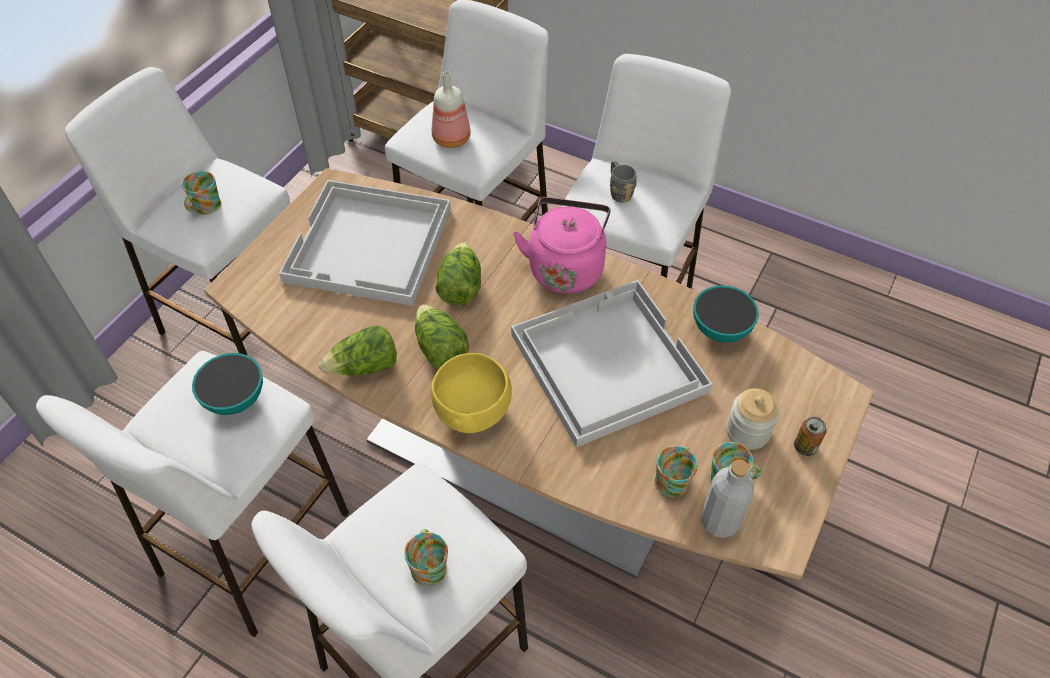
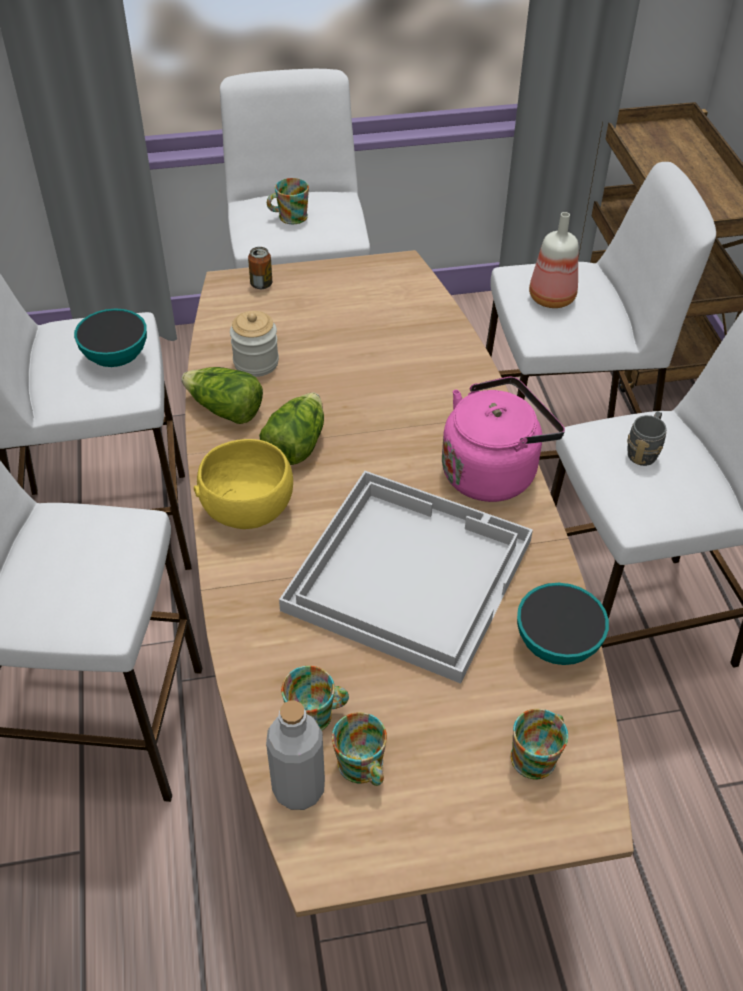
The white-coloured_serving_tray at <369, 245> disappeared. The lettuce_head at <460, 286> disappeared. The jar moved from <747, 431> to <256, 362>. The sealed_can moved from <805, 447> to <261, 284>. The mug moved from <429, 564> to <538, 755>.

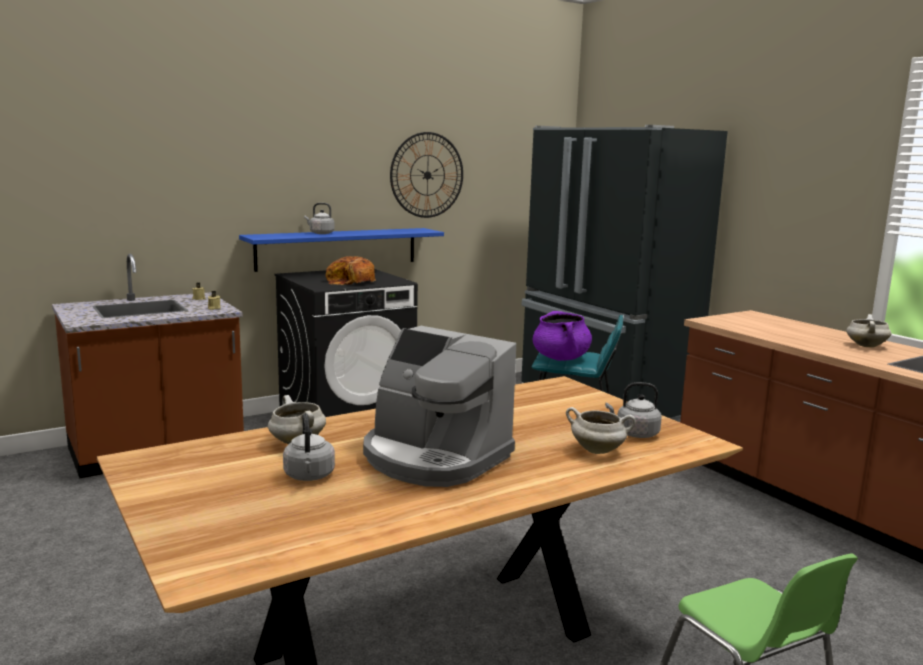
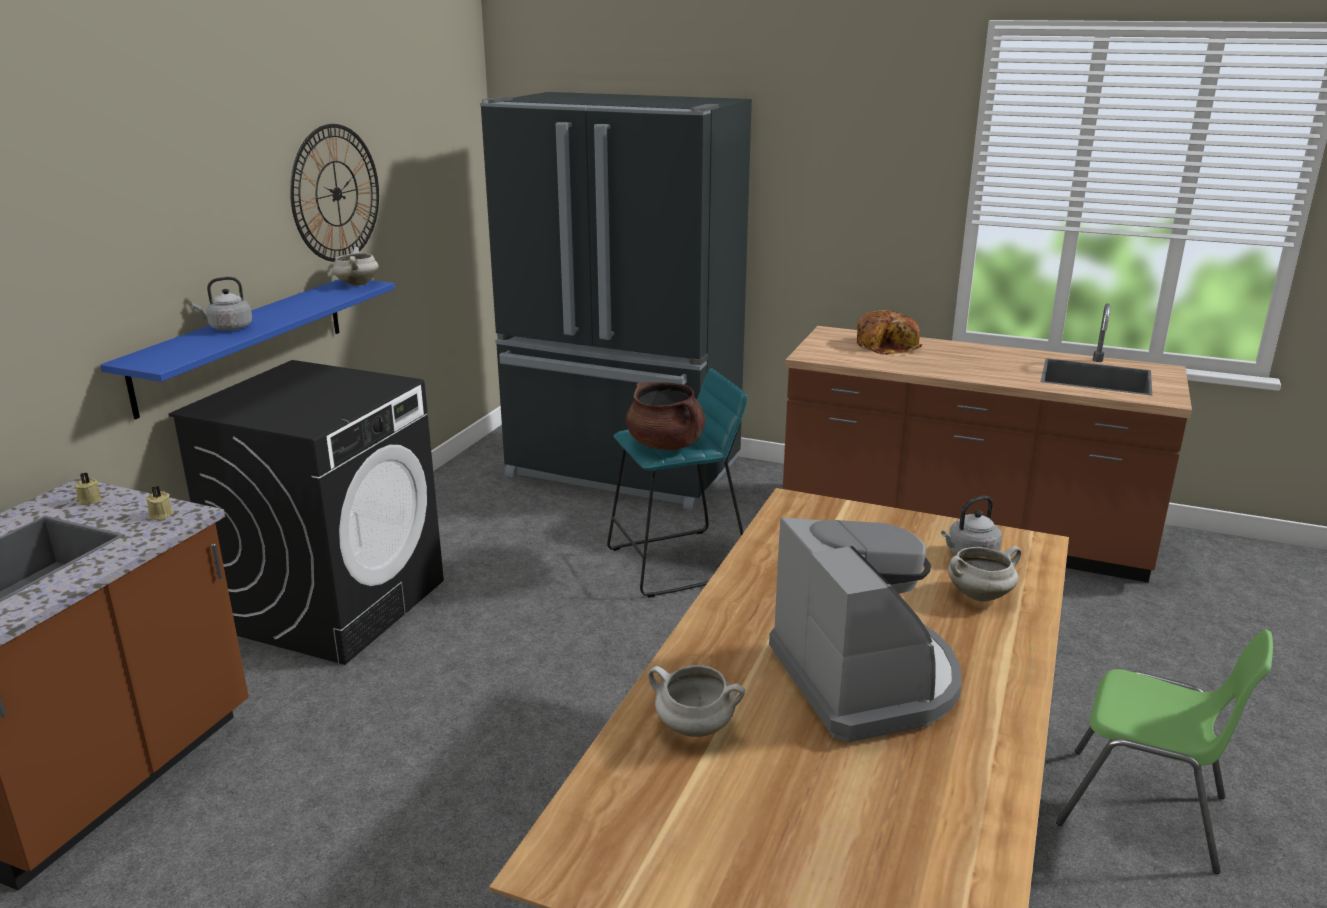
The bread moved from <351, 282> to <888, 345>. The purple_saucepot at <561, 358> became the brown_saucepot at <666, 445>. The white-coloured_saucepot moved from <865, 346> to <357, 284>. The coffee_machine at <434, 457> turned 105 degrees counterclockwise. The grey_tea_kettle at <309, 476> disappeared.

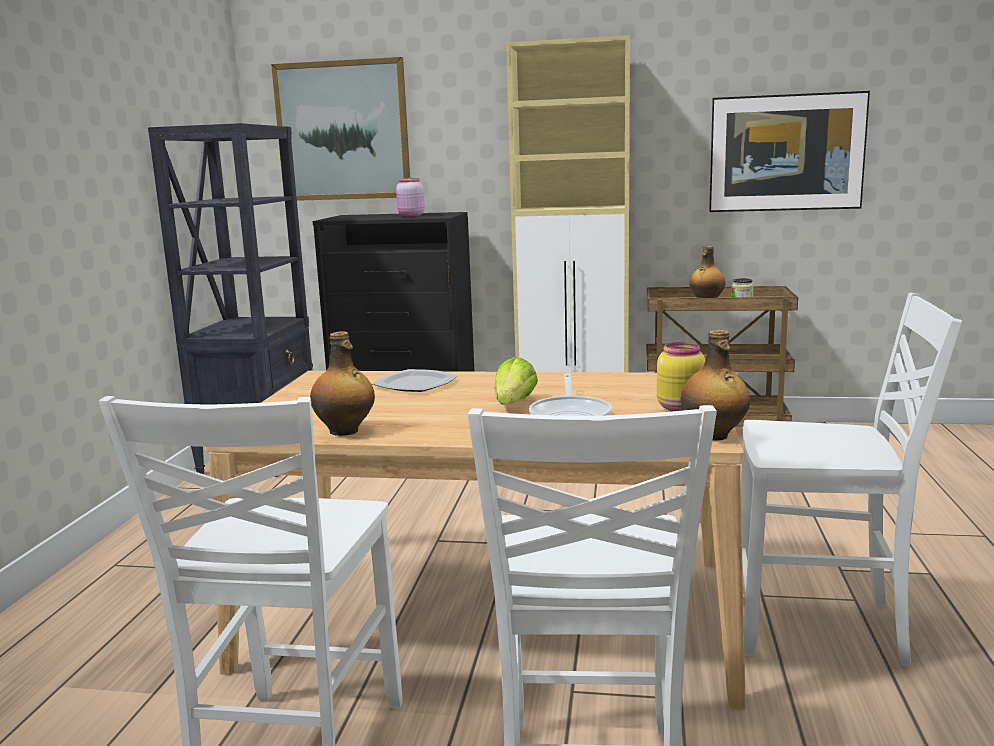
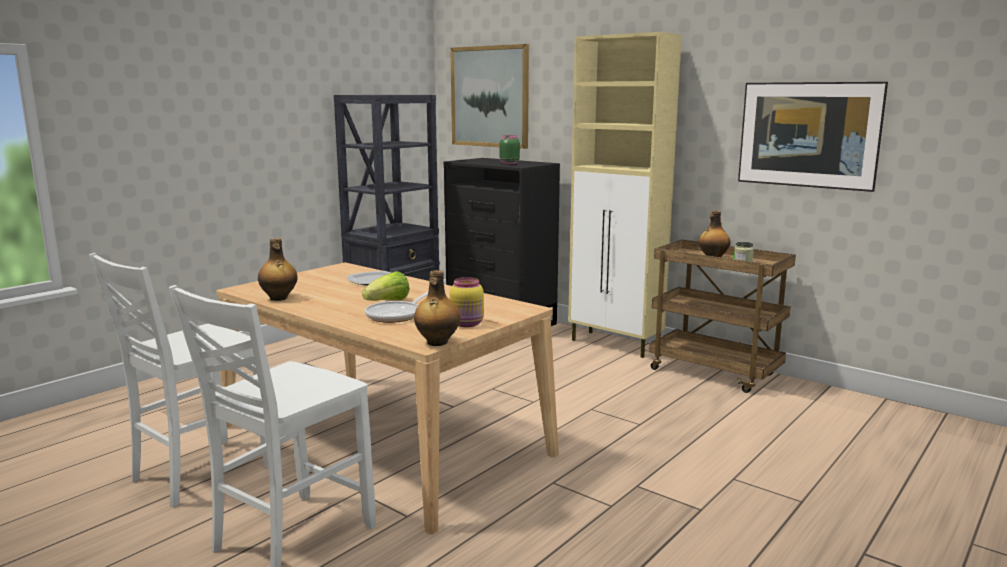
The pink_jar at <410, 216> became the green-coloured_jar at <508, 163>. The white-coloured_plain_chair at <820, 627> disappeared.

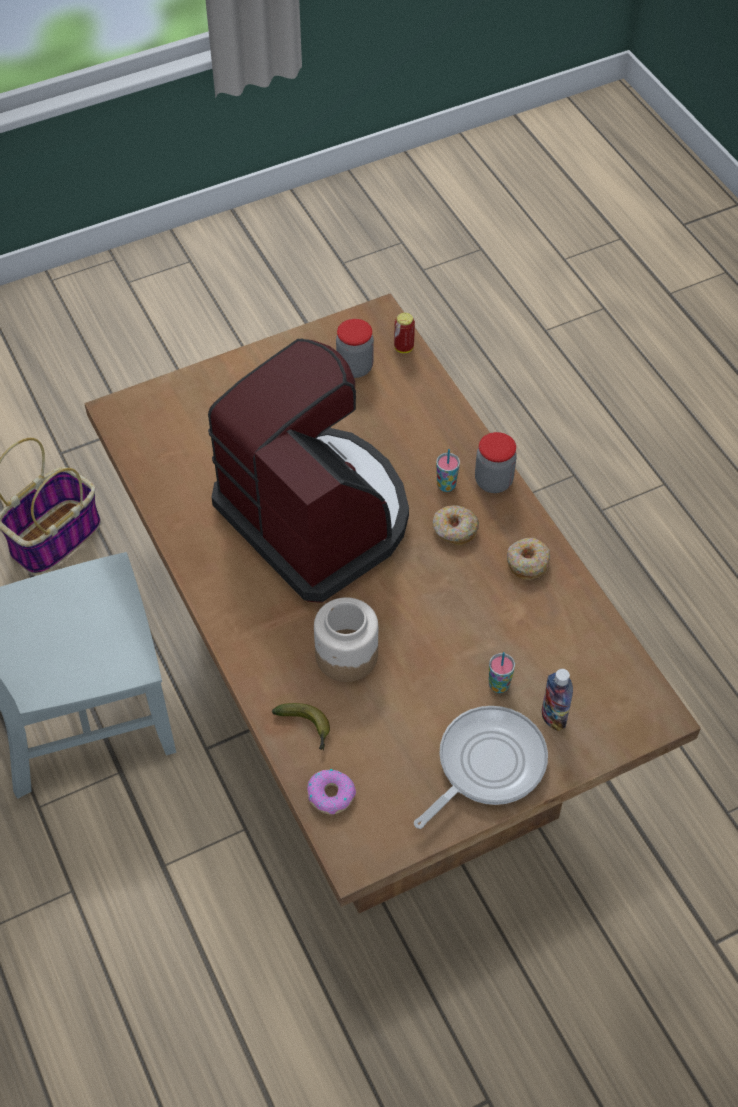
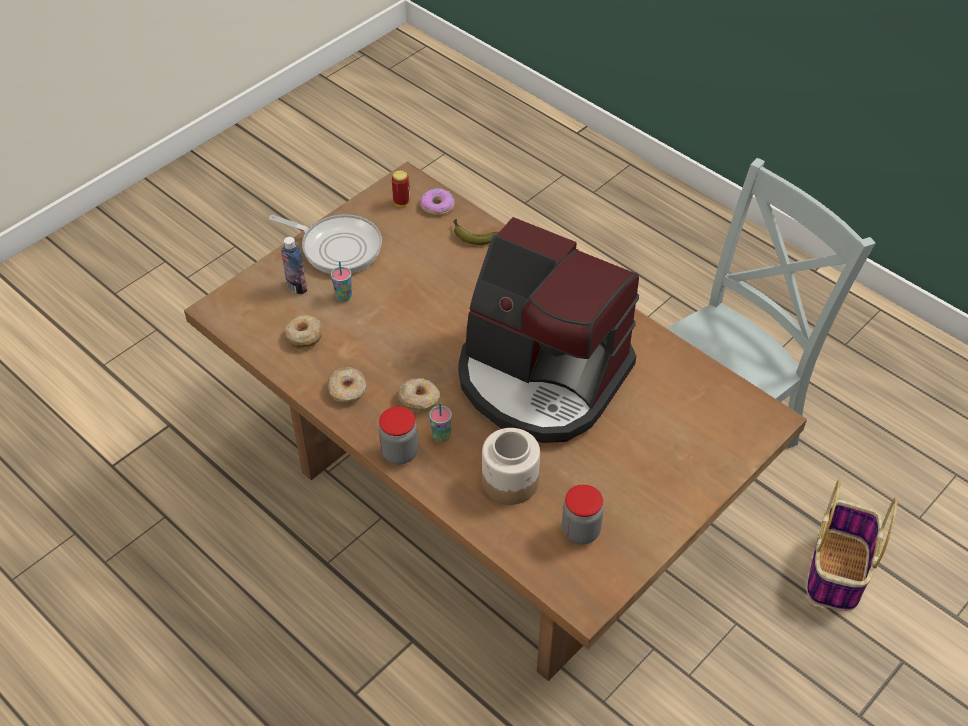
The sealed_can moved from <403, 348> to <401, 202>. The jar moved from <346, 655> to <511, 482>. The frying_pan at <486, 765> turned 90 degrees counterclockwise. The donut at <304, 336> appeared.

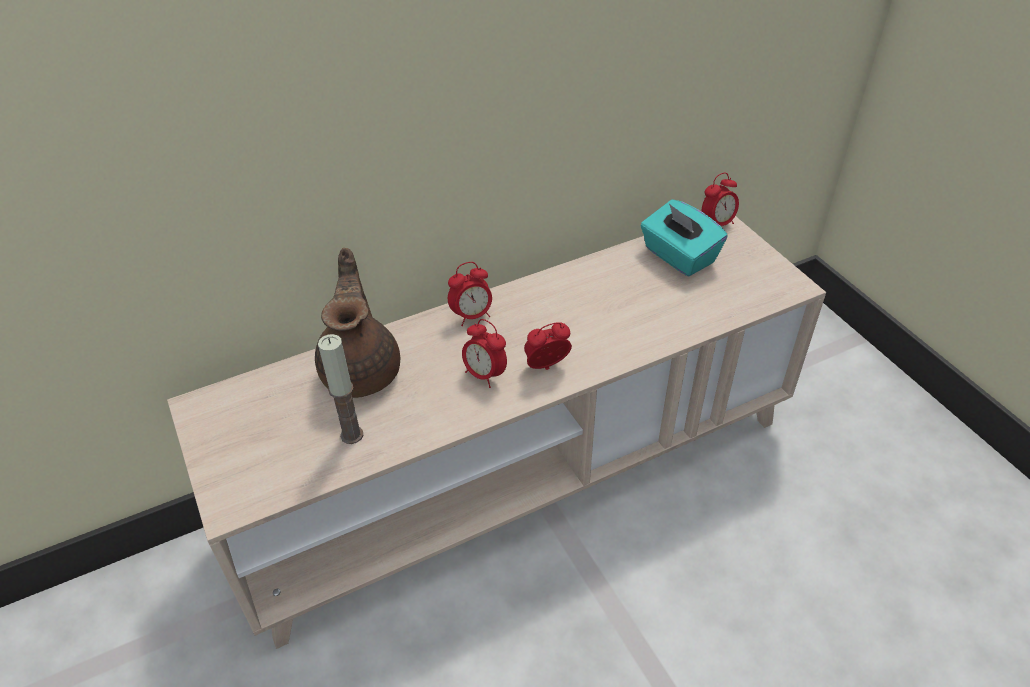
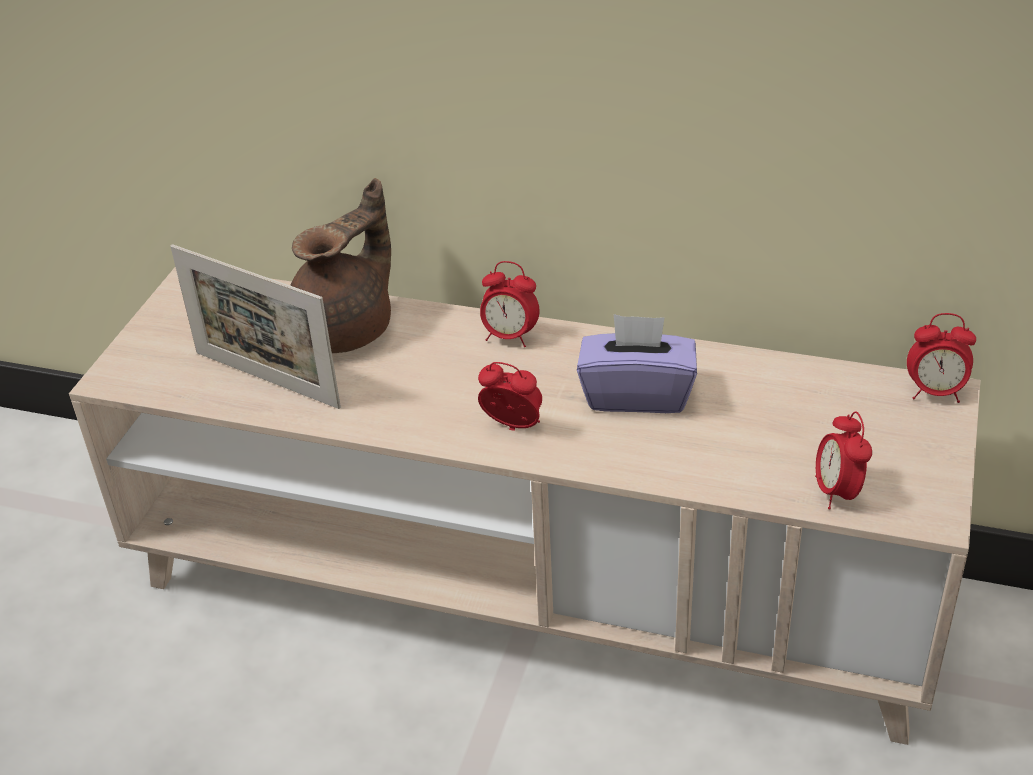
The turquoise_tissue_box at <678, 256> disappeared. The table_clock moved from <485, 374> to <837, 492>. The candle at <351, 435> was replaced by the photo_frame at <266, 379>. The purple_tissue_box at <637, 394> appeared.

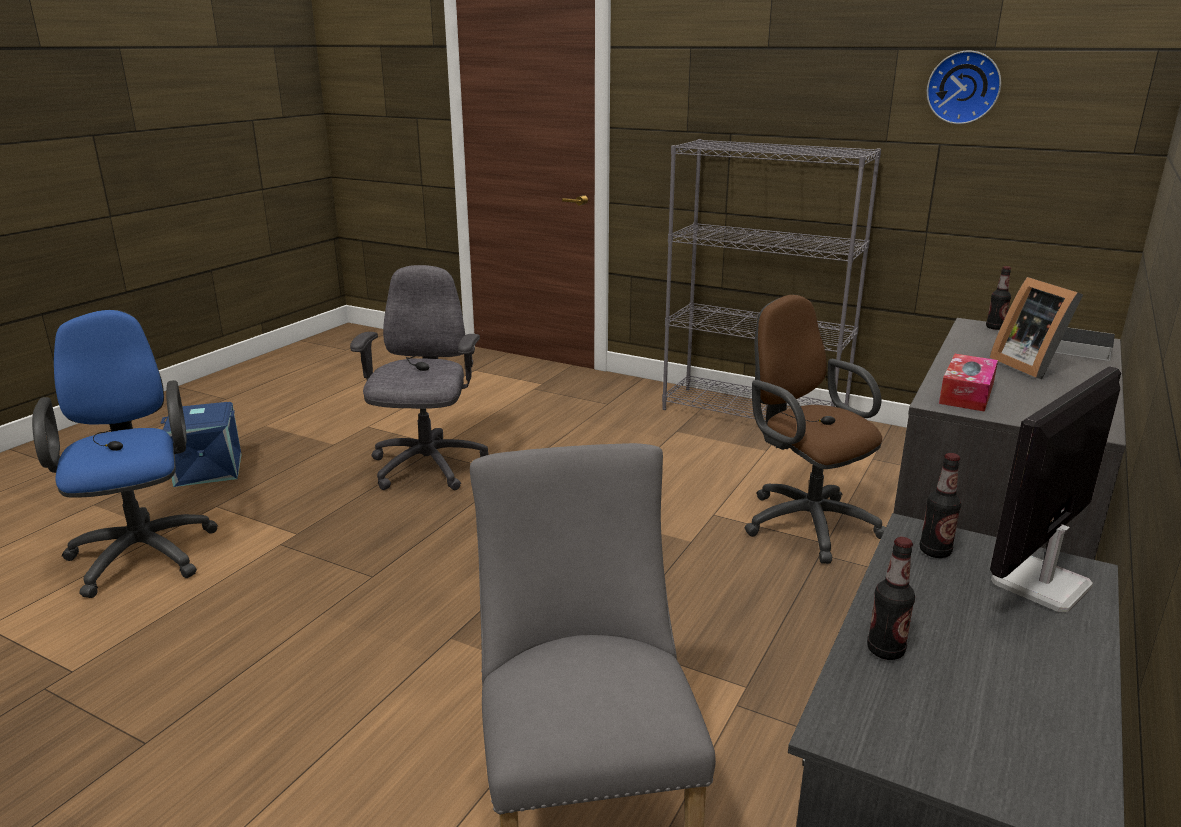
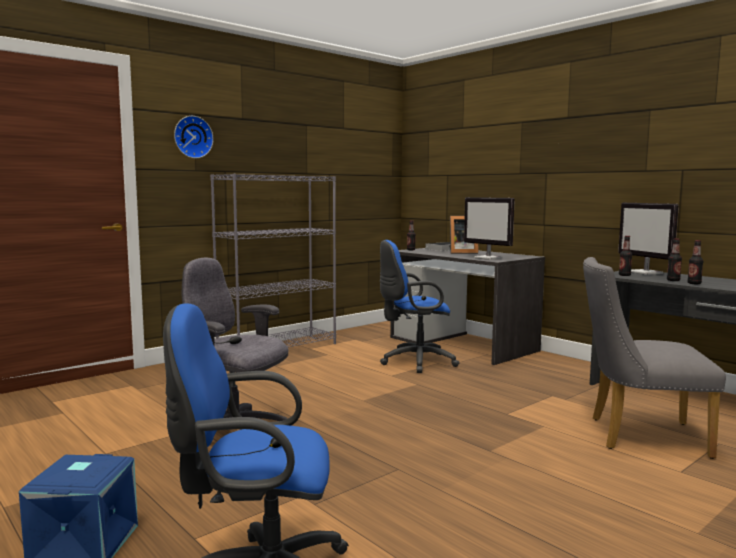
The hanging_clock moved from <964, 87> to <192, 137>. The brown_office_chair at <804, 521> became the blue_office_chair at <414, 362>. The tissue_box at <966, 394> was replaced by the computer_screen at <488, 258>. The bottle at <673, 280> appeared.

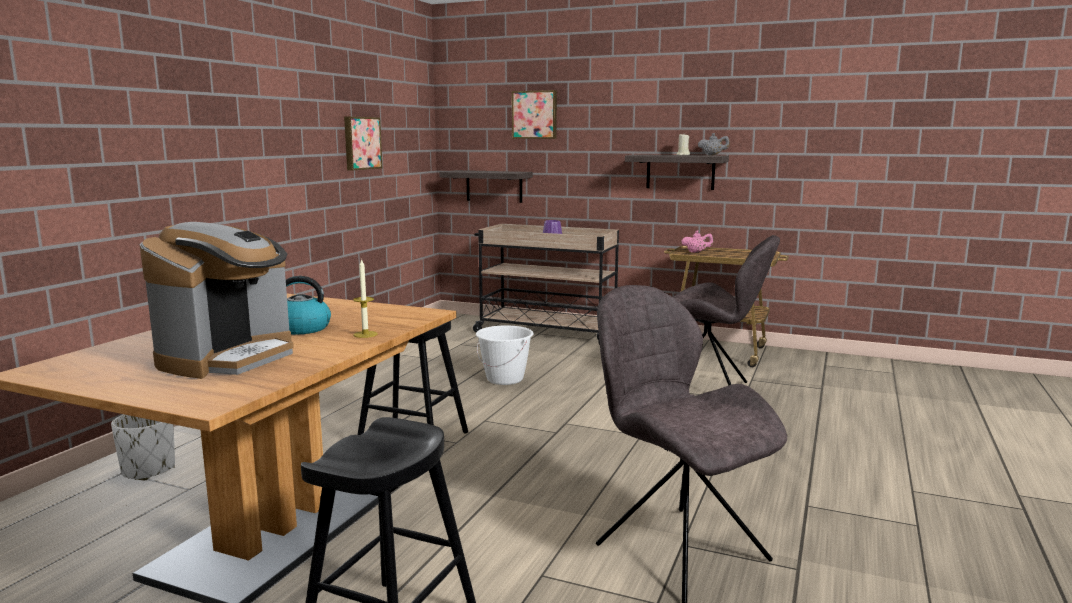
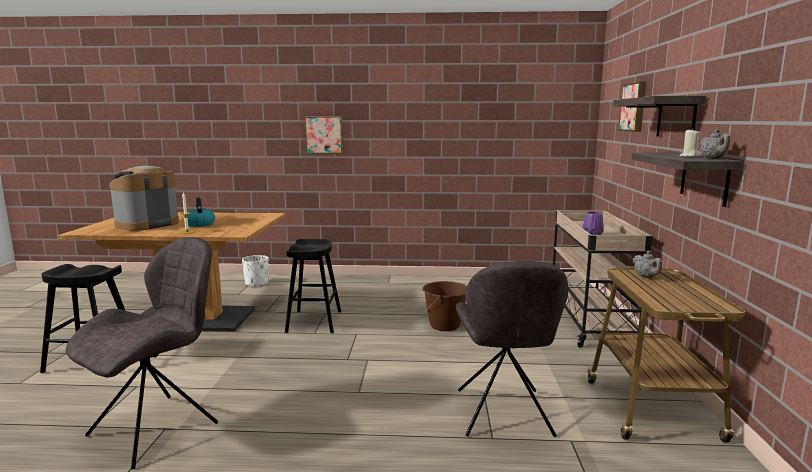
The wall_art moved from <361, 143> to <324, 134>. The shelf moved from <494, 186> to <676, 117>. The coffee_machine at <229, 358> turned 120 degrees clockwise. The pink_tea_pot at <696, 252> became the grey_tea_pot at <646, 277>. The white-coloured_bucket at <505, 379> became the brown_bucket at <445, 325>.

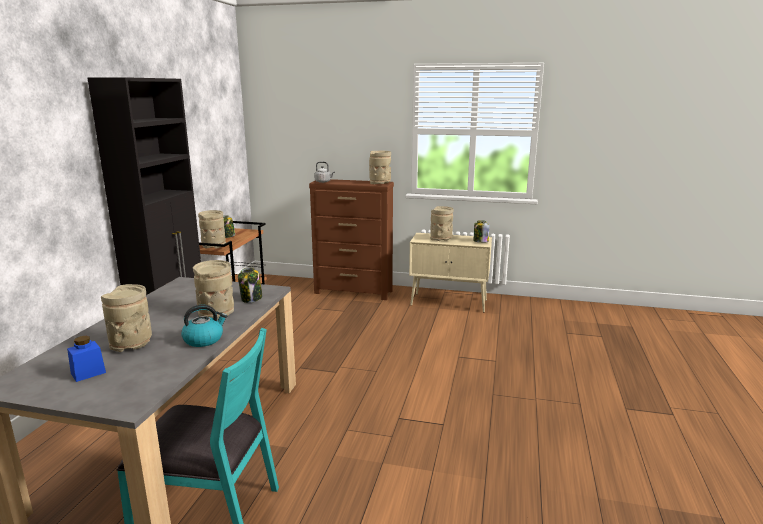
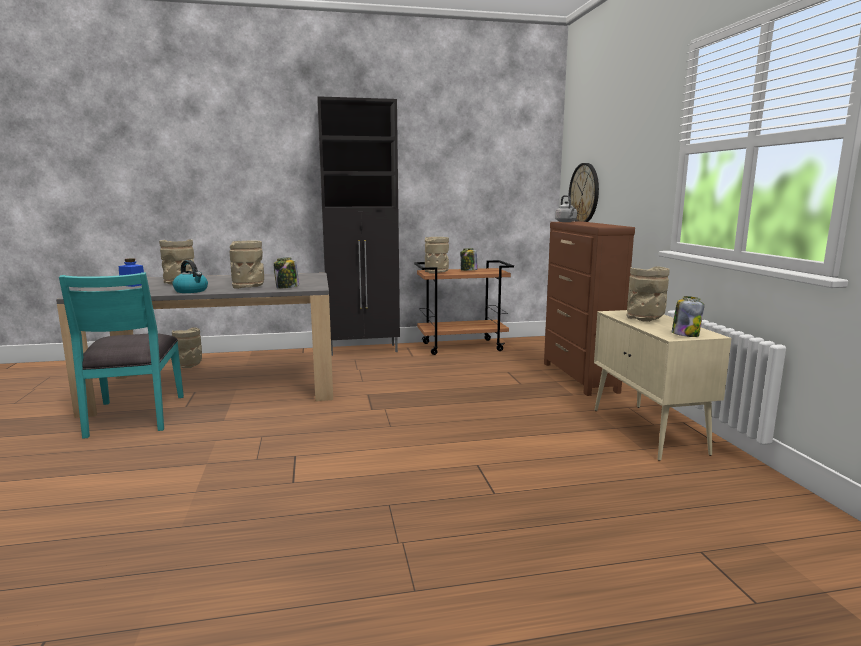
The sand-coloured_flower_vase moved from <380, 183> to <189, 366>. The hanging_clock at <584, 193> appeared.

